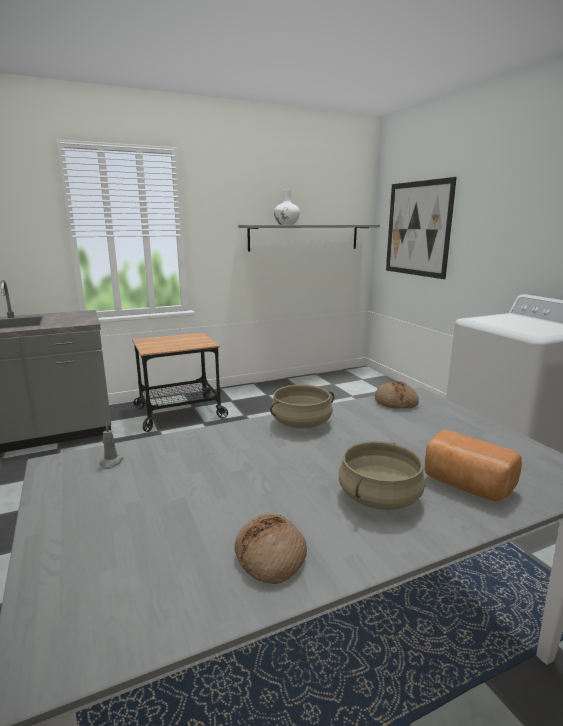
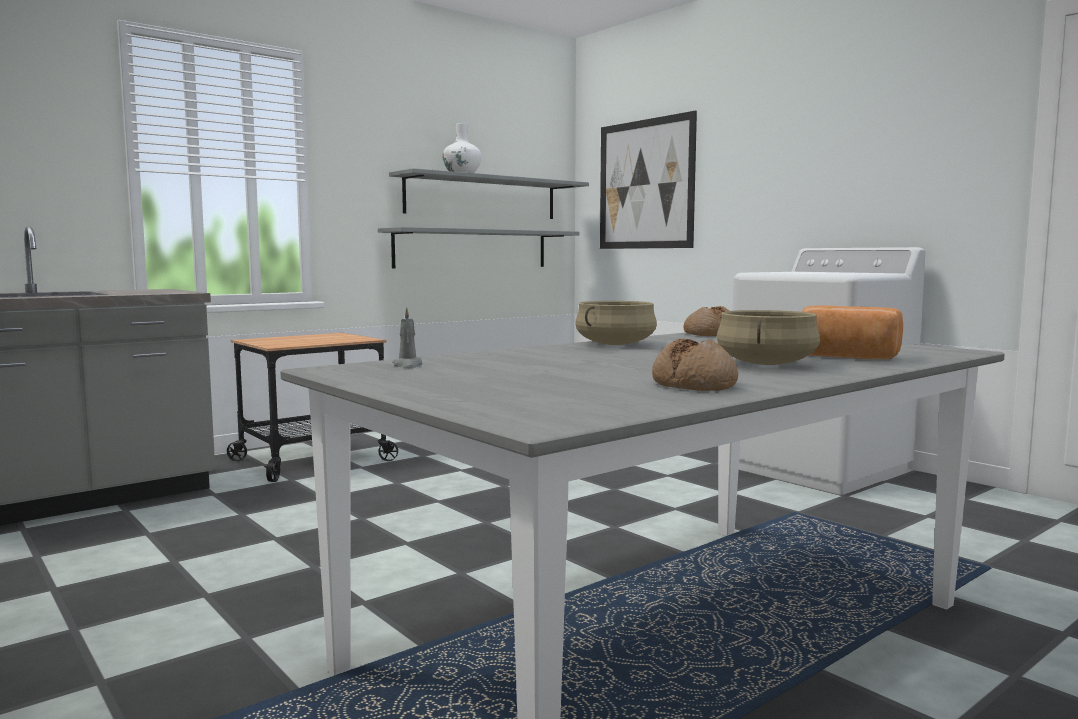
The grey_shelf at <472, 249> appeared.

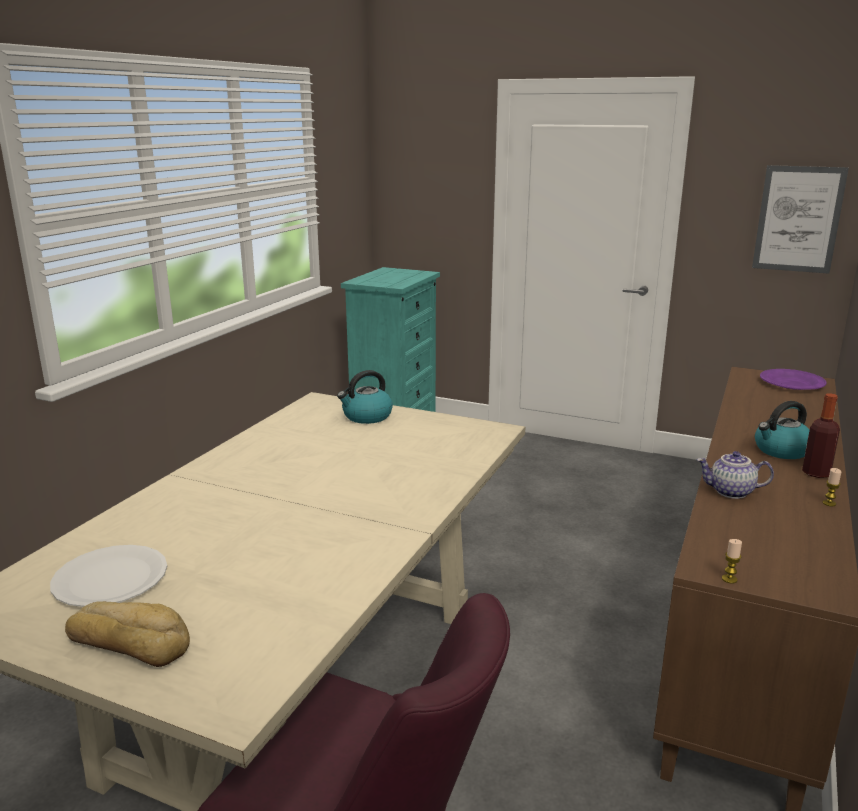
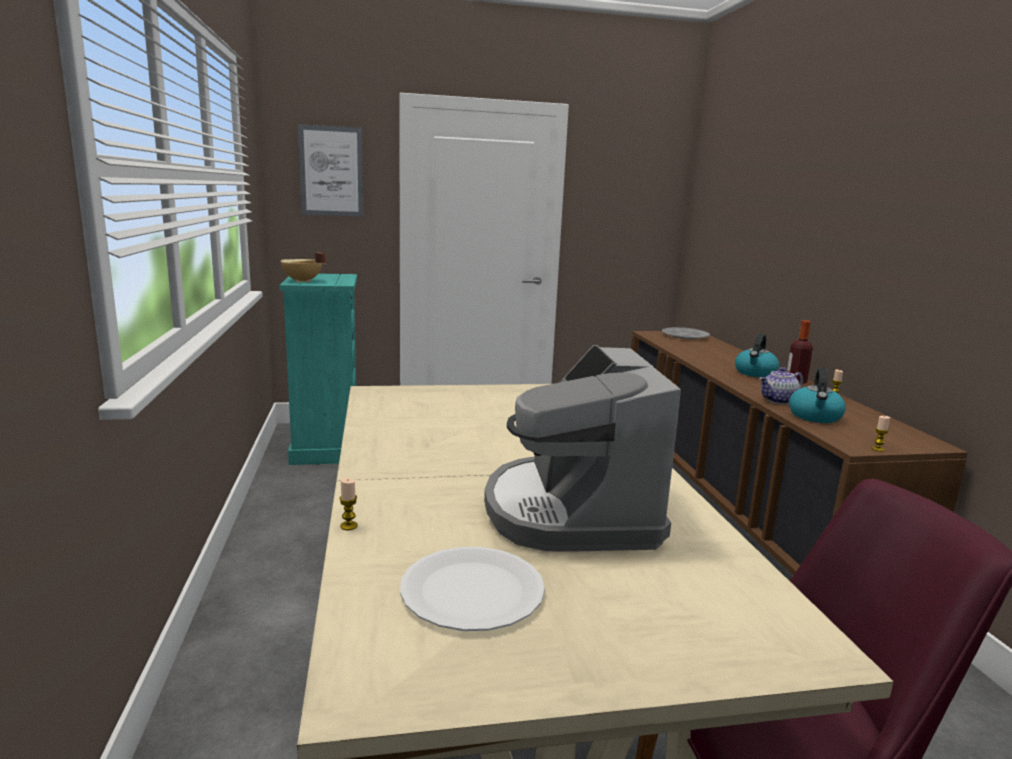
The wall_art moved from <798, 219> to <331, 171>. The purple_plate at <791, 383> became the grey_plate at <685, 336>. The tea_kettle moved from <366, 416> to <815, 417>. The bread at <130, 642> disappeared. The sand-coloured_saucepot at <302, 281> appeared. The coffee_machine at <571, 511> appeared. The candle at <349, 526> appeared.

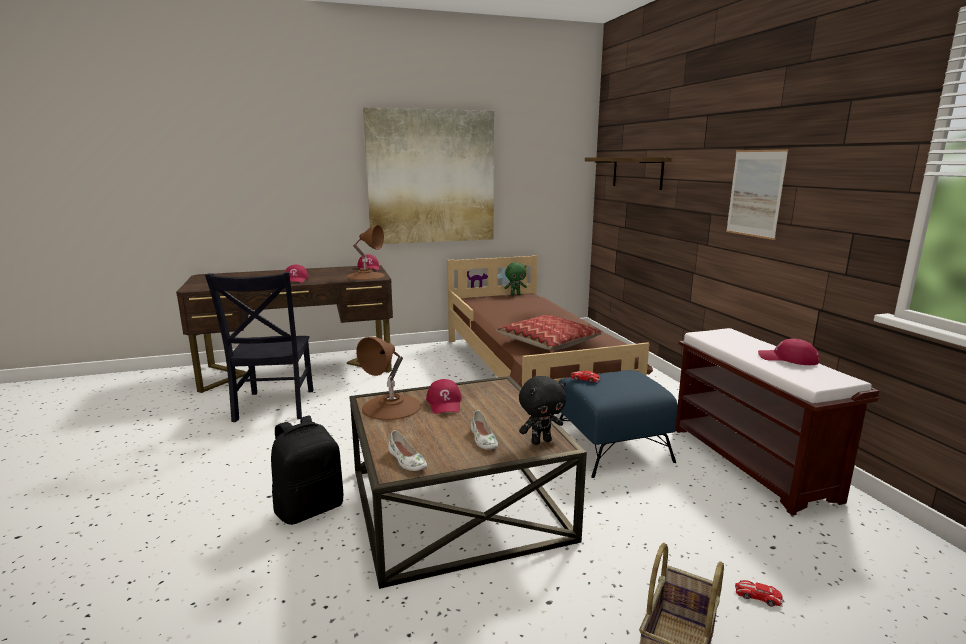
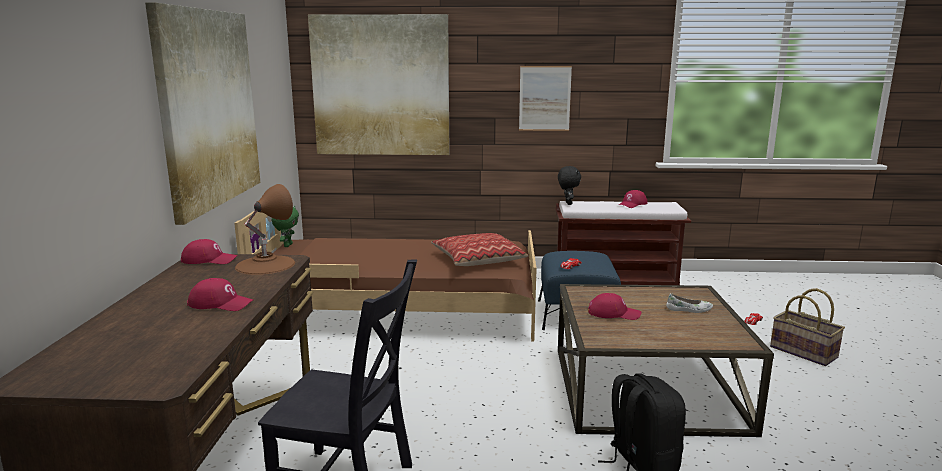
The shelf at <637, 172> was replaced by the wall_art at <381, 86>. The brown_lamp_for_a_table at <392, 407> disappeared. The black_plush_toy moved from <541, 441> to <567, 203>. The white-coloured_shoe at <406, 460> disappeared.

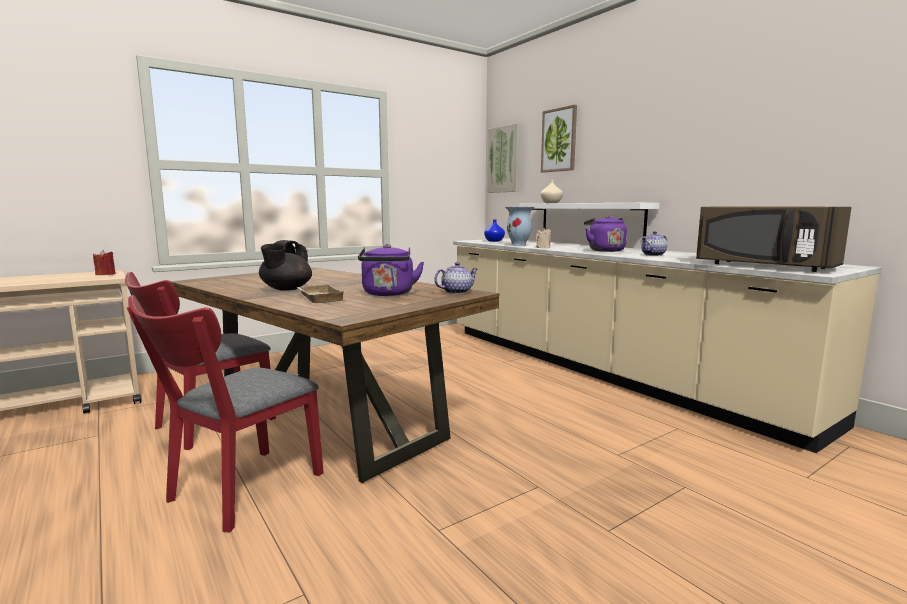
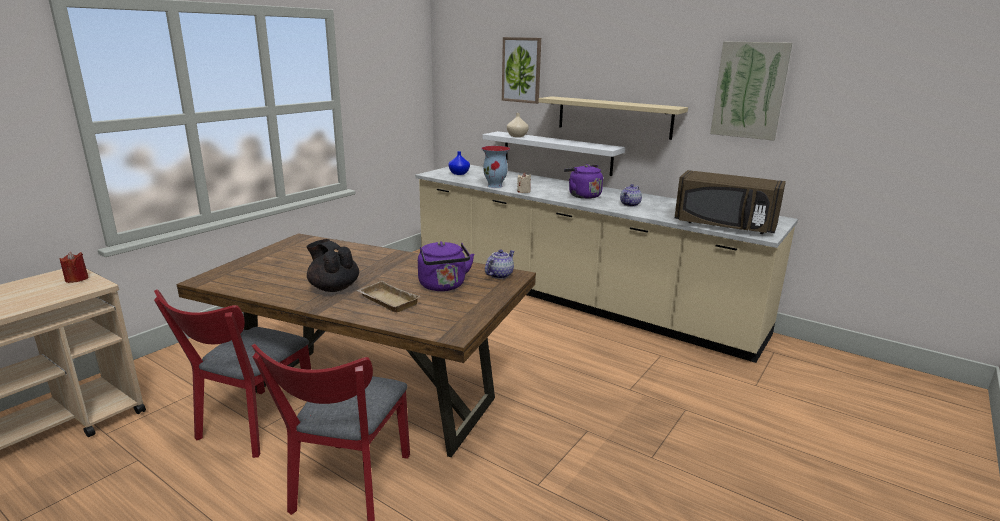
The wall_art moved from <504, 159> to <749, 90>. The black_tea_pot at <286, 289> turned 135 degrees clockwise. The sand-coloured_shelf at <614, 117> appeared.

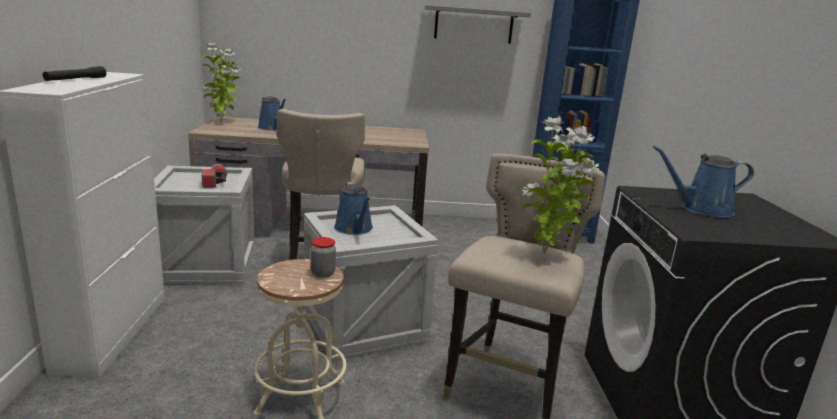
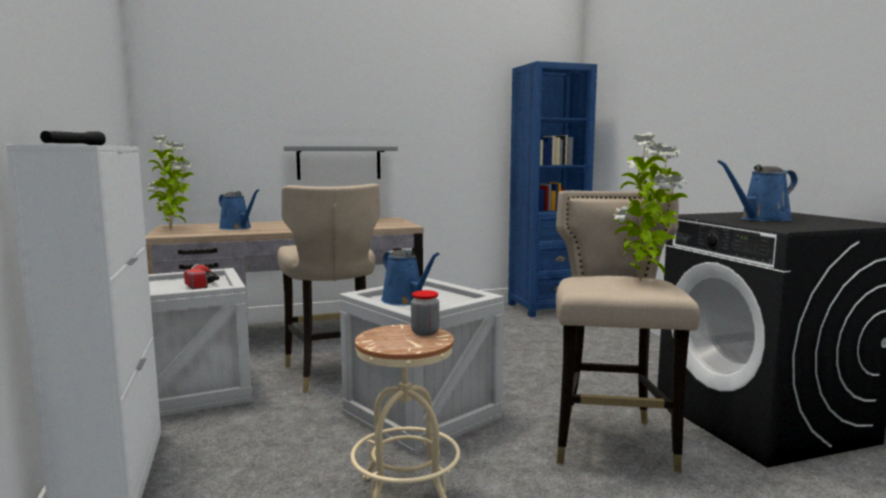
The grey_shelf moved from <473, 25> to <339, 162>.

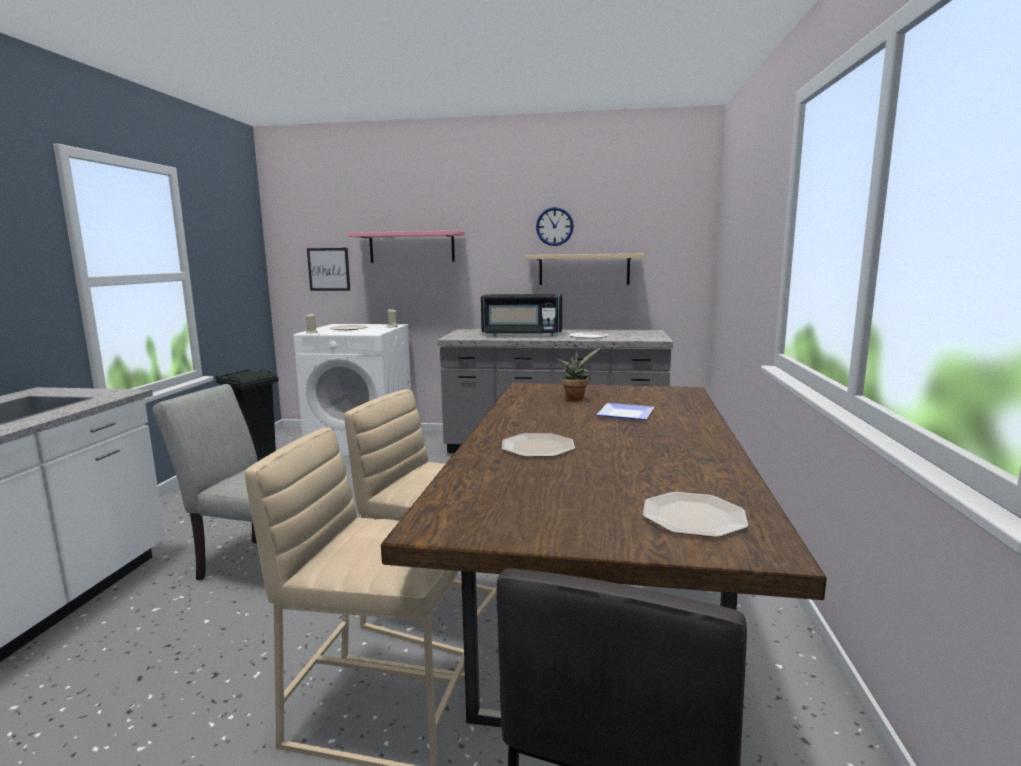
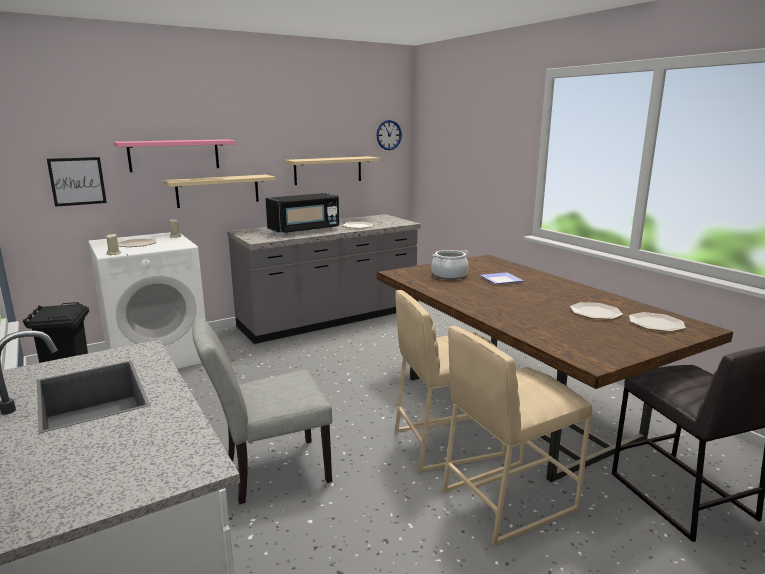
The hanging_clock moved from <554, 226> to <388, 135>. The plant_in_a_pot at <575, 398> was replaced by the saucepot at <449, 275>. The plate moved from <537, 447> to <595, 312>. The sand-coloured_shelf at <218, 190> appeared.

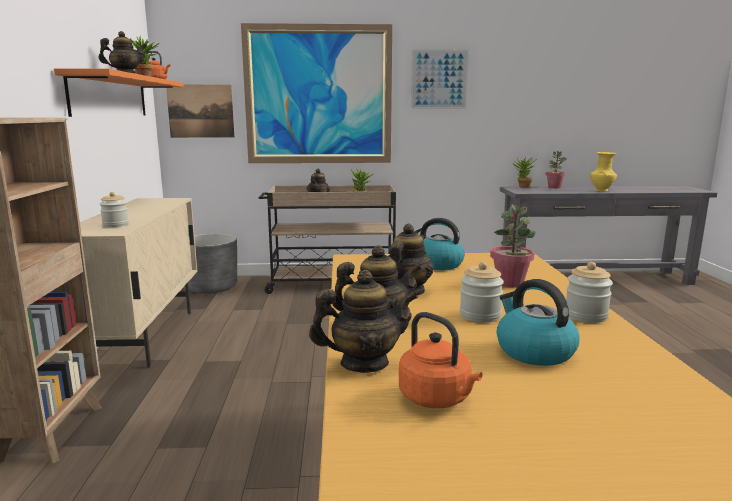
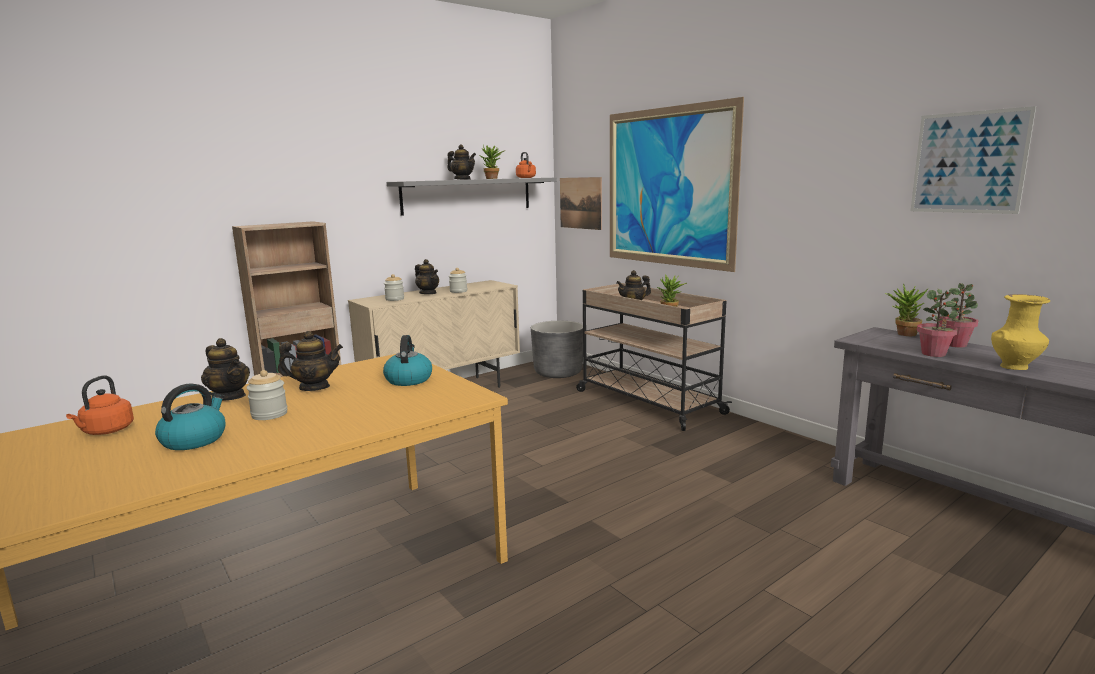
The wall_art moved from <439, 79> to <968, 162>. The orange-coloured_shelf at <110, 96> became the grey_shelf at <468, 195>. The plant_in_a_pot moved from <510, 283> to <934, 354>. The jar moved from <586, 316> to <458, 291>. The tea_pot moved from <364, 363> to <428, 293>.

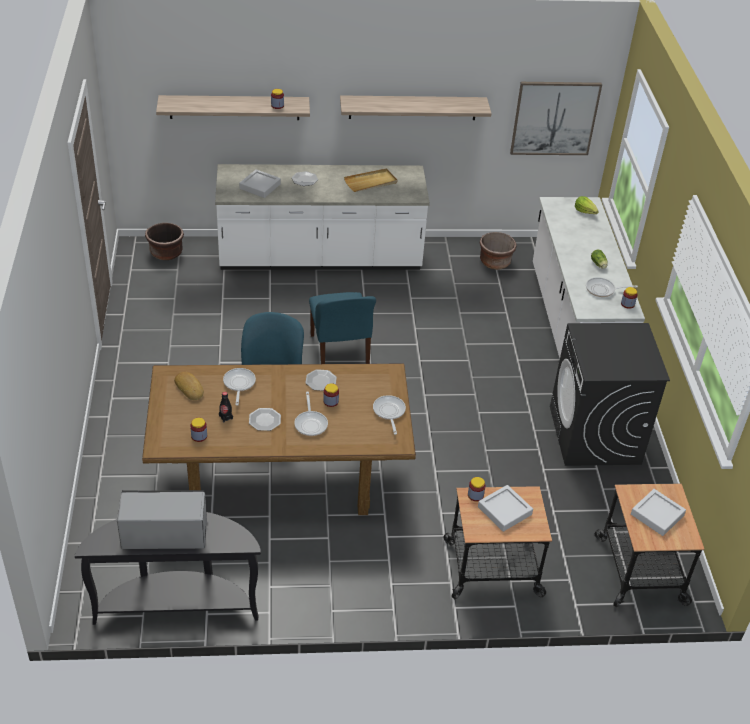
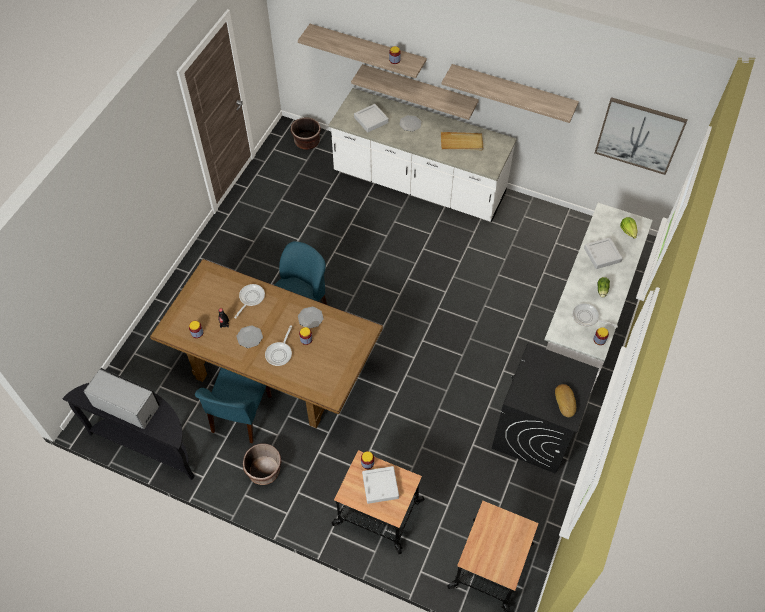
The brown_plant_pot moved from <495, 262> to <264, 471>. The blue_plain_chair moved from <340, 353> to <241, 415>. The bread moved from <190, 388> to <565, 401>. The frying_pan at <389, 412> disappeared. The grey_serving_tray moved from <657, 515> to <602, 255>. The shelf at <419, 89> appeared.

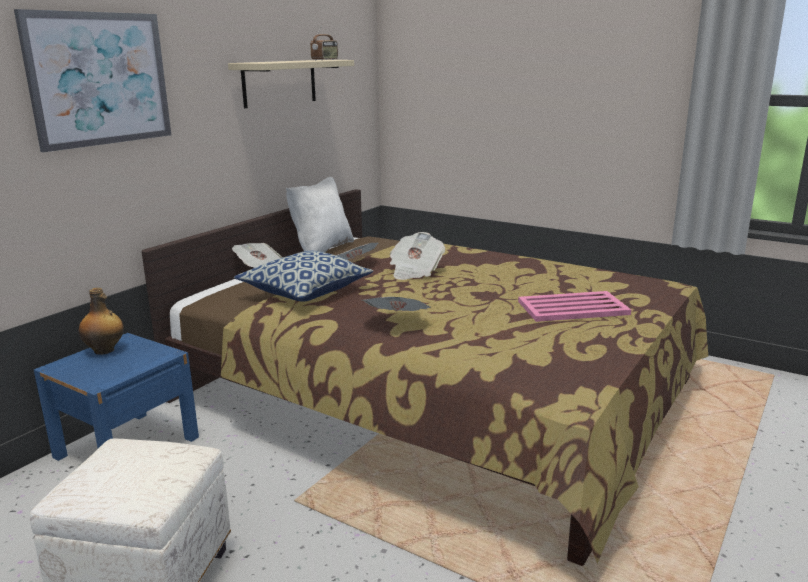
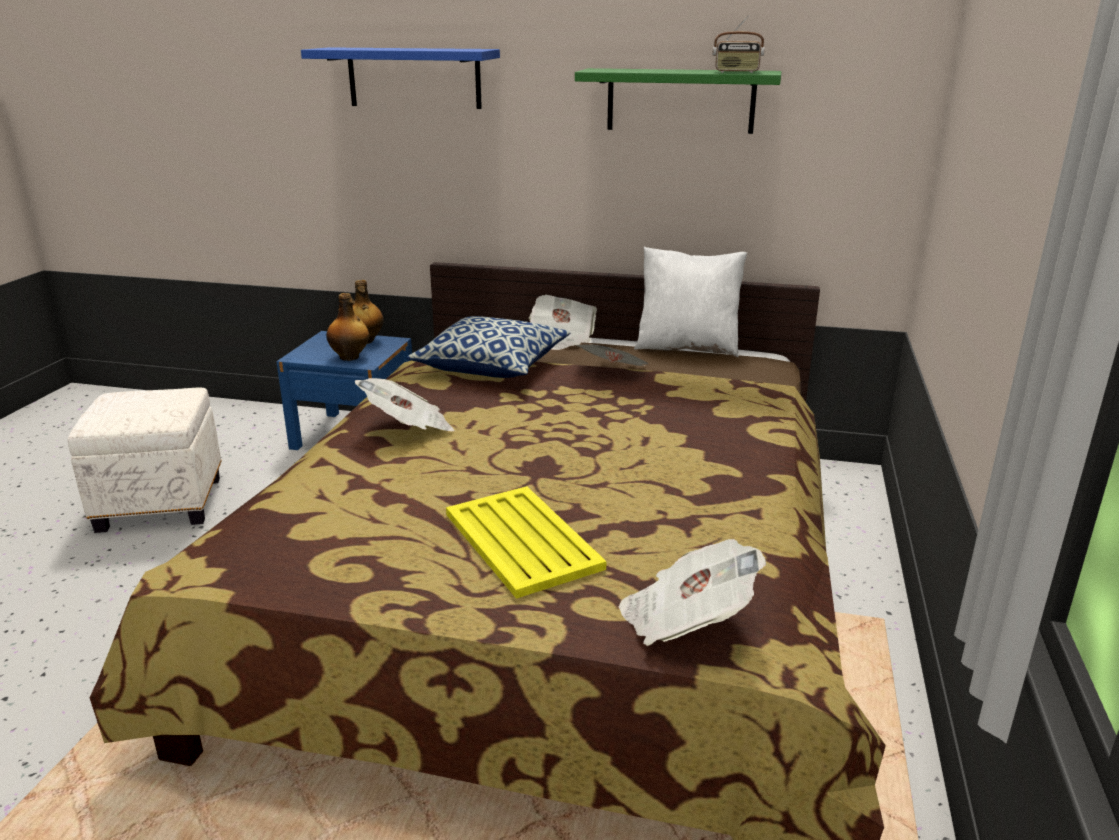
The wall_art at <99, 79> was replaced by the blue_shelf at <414, 78>. The sand-coloured_shelf at <279, 83> became the green-coloured_shelf at <680, 100>. The newspaper moved from <415, 271> to <686, 620>. The pink_serving_tray at <574, 308> became the yellowish_serving_tray at <522, 542>. The bottle at <350, 357> appeared.

